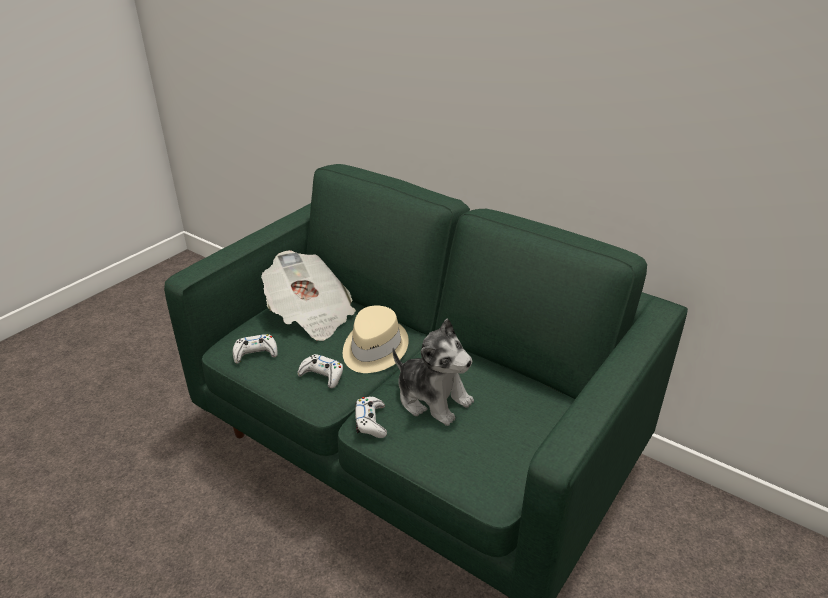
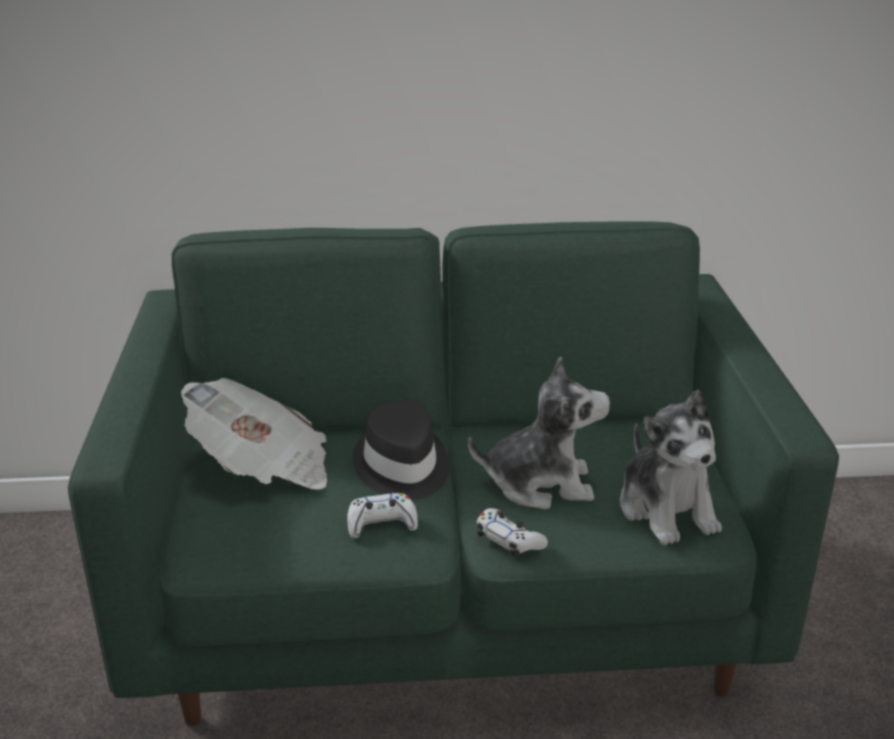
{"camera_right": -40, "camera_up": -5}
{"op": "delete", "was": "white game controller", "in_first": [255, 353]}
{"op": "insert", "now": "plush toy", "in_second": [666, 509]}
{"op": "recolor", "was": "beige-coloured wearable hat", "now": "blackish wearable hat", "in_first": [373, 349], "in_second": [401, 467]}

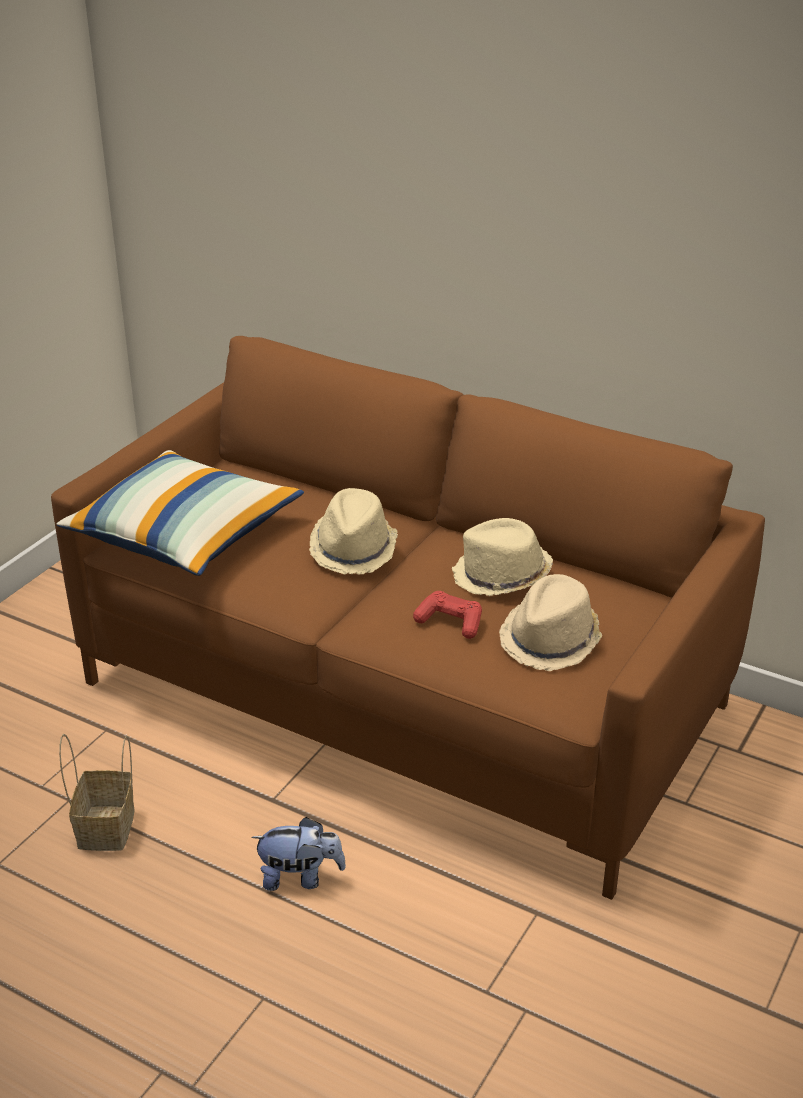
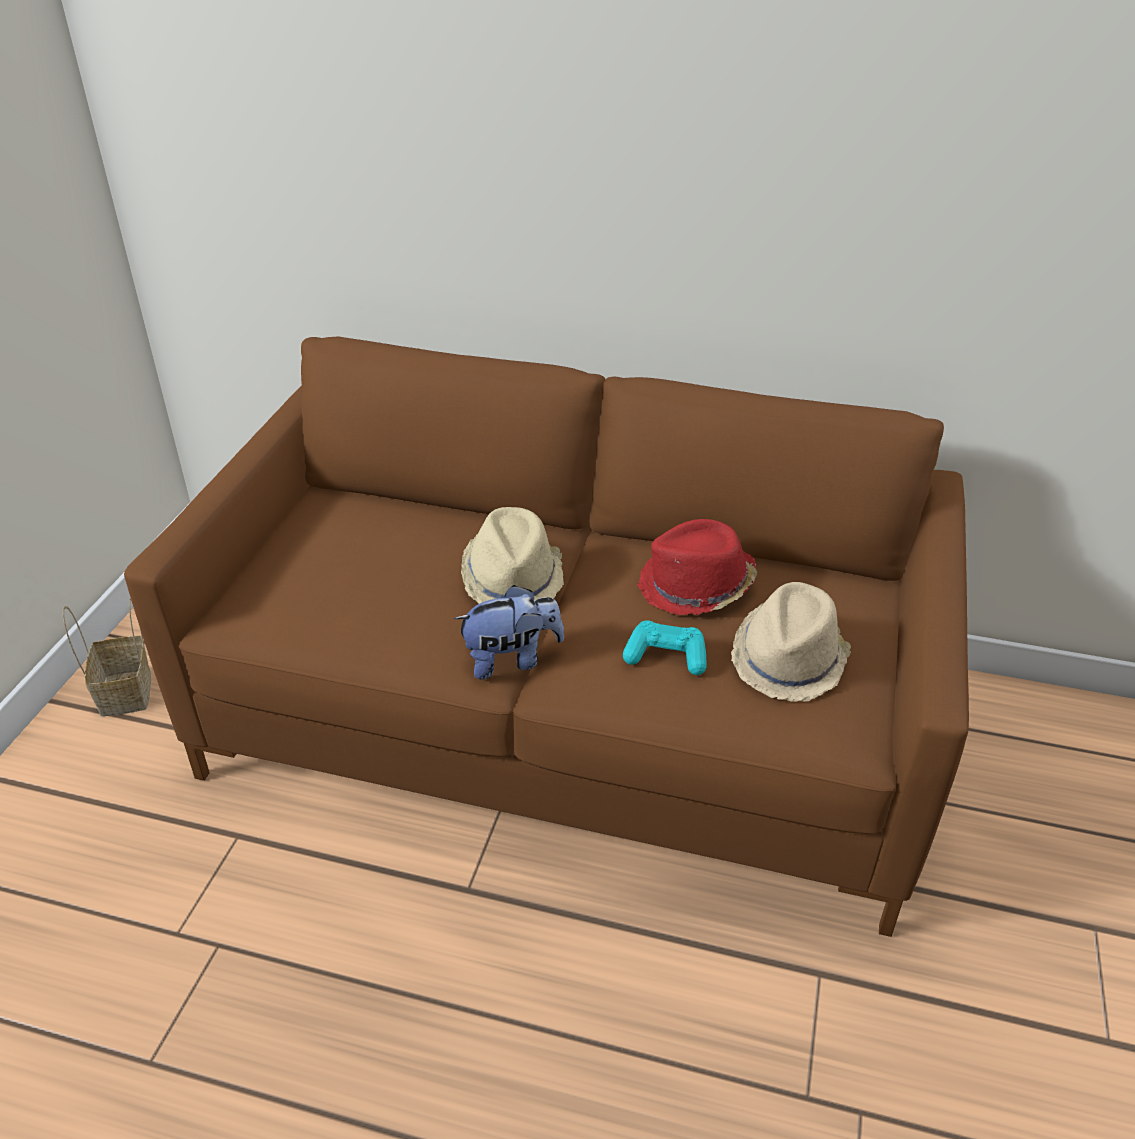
{"camera_right": -15, "camera_up": 5}
{"op": "delete", "was": "cushion", "in_first": [185, 535]}
{"op": "move", "was": "basket", "in_first": [107, 829], "in_second": [127, 694]}
{"op": "move", "was": "plush toy", "in_first": [300, 877], "in_second": [511, 659]}
{"op": "recolor", "was": "red game controller", "now": "turquoise game controller", "in_first": [450, 622], "in_second": [666, 656]}
{"op": "recolor", "was": "beige-coloured wearable hat", "now": "red wearable hat", "in_first": [501, 577], "in_second": [696, 587]}

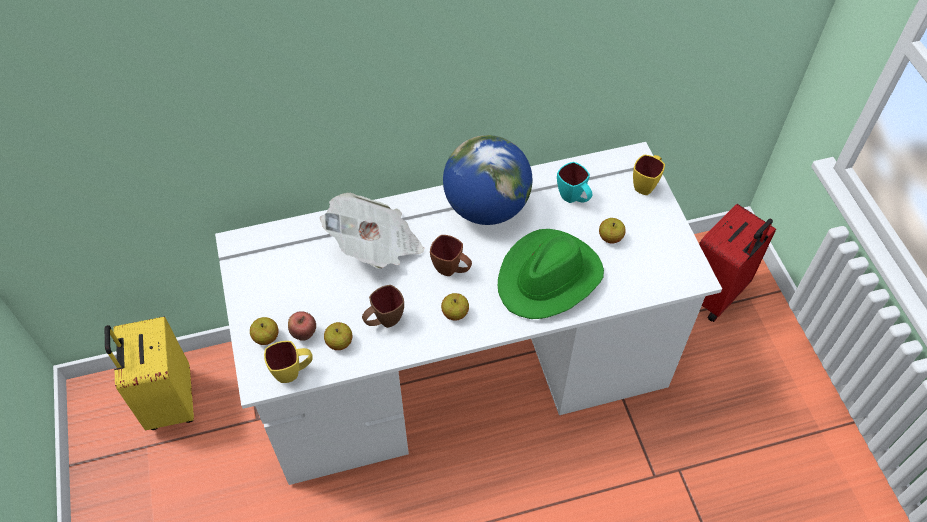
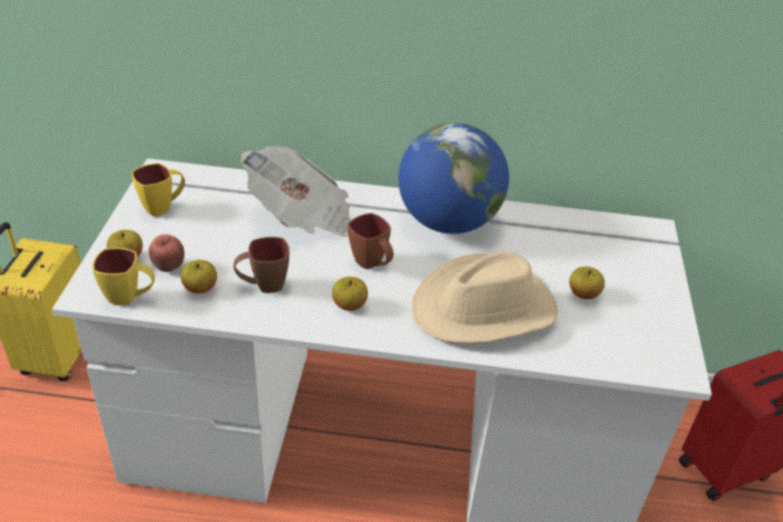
{"camera_right": 20, "camera_up": -15}
{"op": "delete", "was": "turquoise mug", "in_first": [574, 199]}
{"op": "move", "was": "yellow-coloured mug", "in_first": [646, 184], "in_second": [163, 207]}
{"op": "recolor", "was": "green wearable hat", "now": "beige-coloured wearable hat", "in_first": [549, 277], "in_second": [484, 308]}

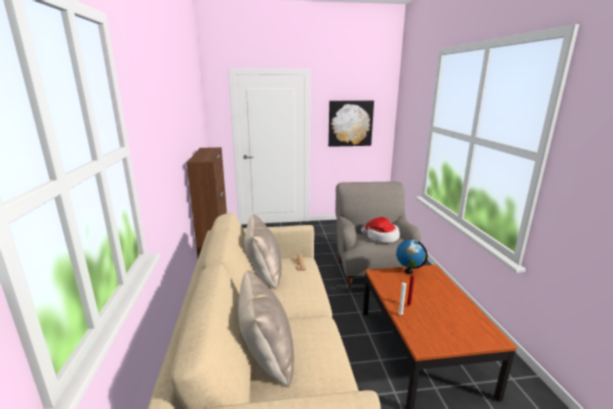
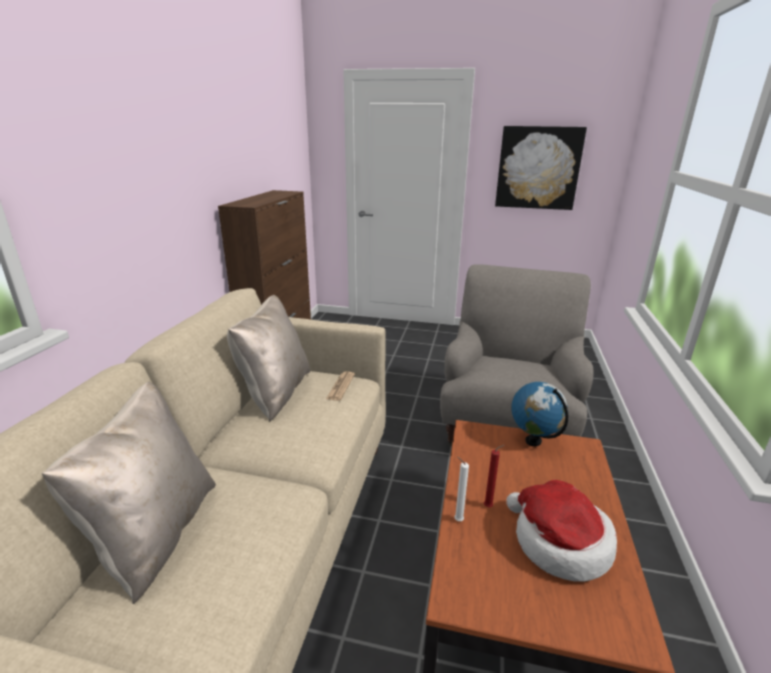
{"camera_right": 20, "camera_up": 5}
{"op": "move", "was": "wearable hat", "in_first": [381, 237], "in_second": [558, 542]}

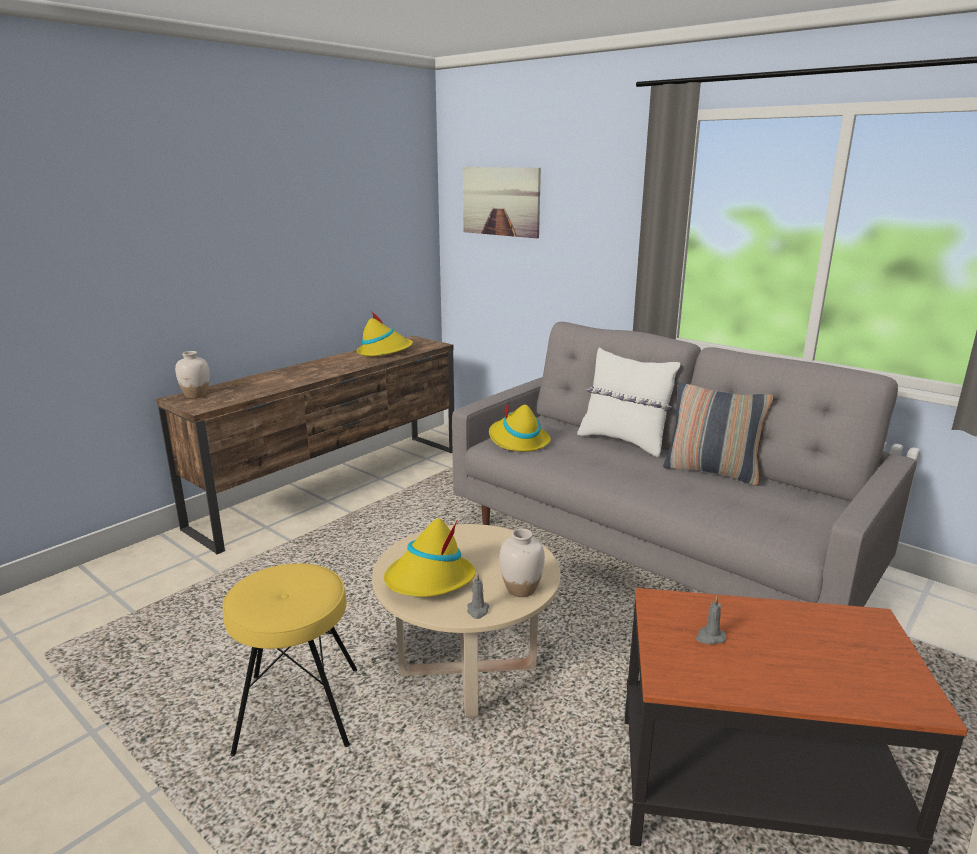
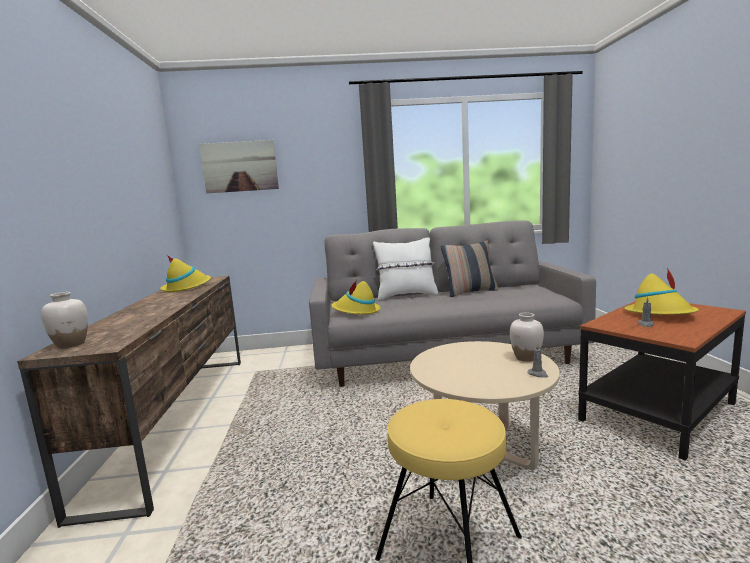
{"camera_right": -45, "camera_up": -10}
{"op": "move", "was": "yellow-coloured wearable hat", "in_first": [429, 580], "in_second": [660, 314]}

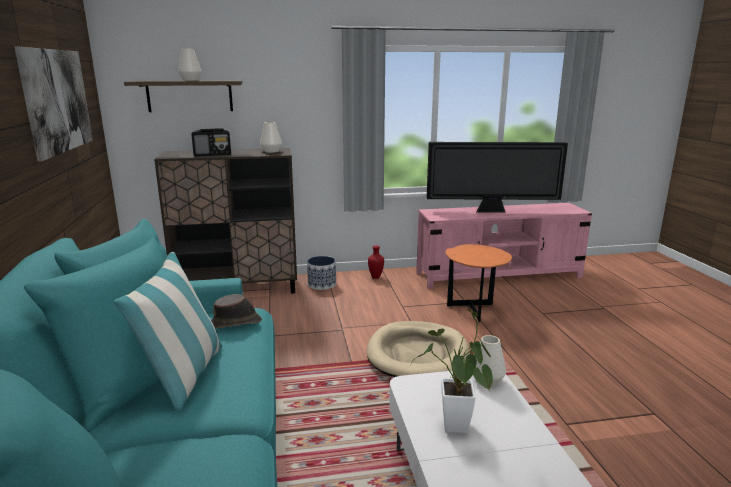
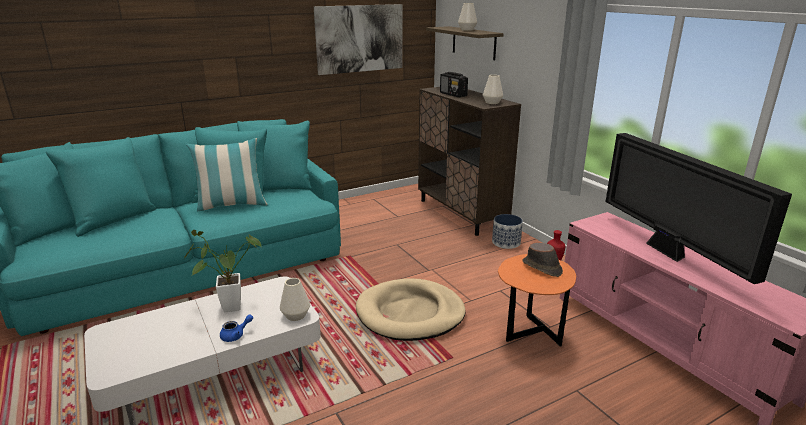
{"camera_right": 70, "camera_up": 5}
{"op": "insert", "now": "bluish pot for tea", "in_second": [236, 335]}
{"op": "move", "was": "brown wearable hat", "in_first": [236, 323], "in_second": [542, 268]}

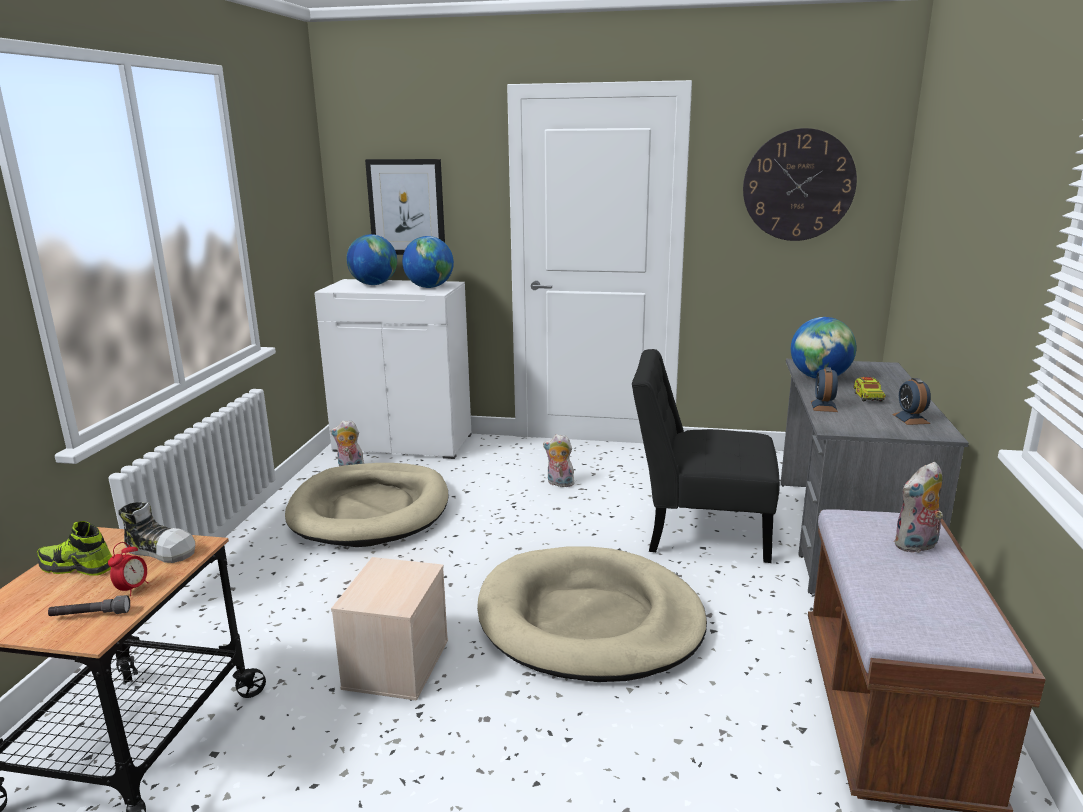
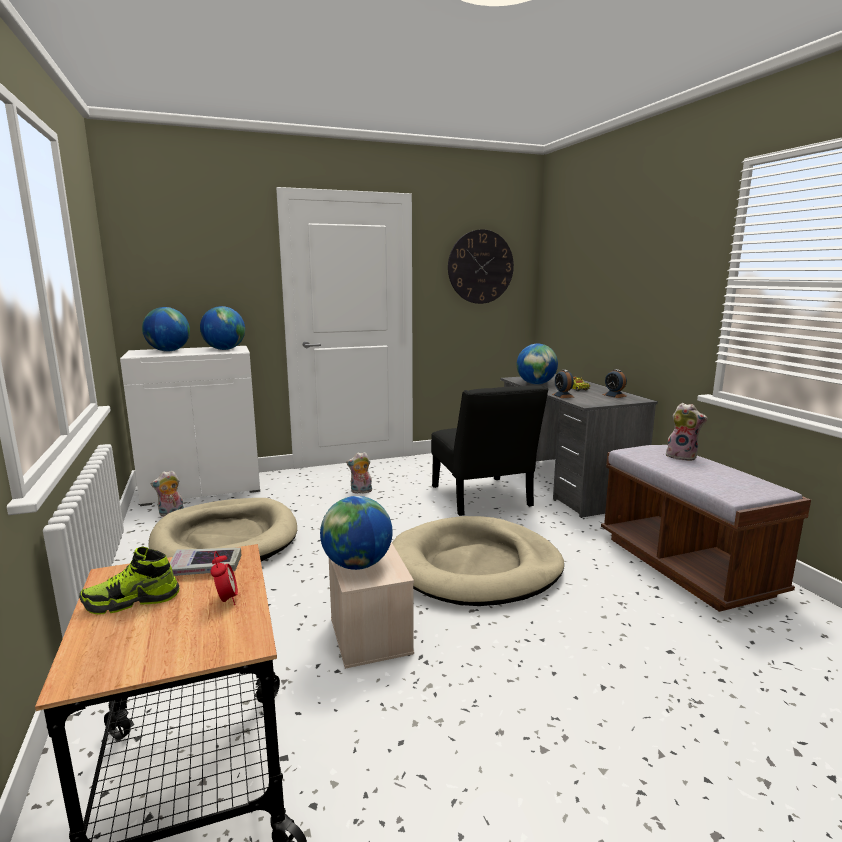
{"camera_right": -30, "camera_up": -5}
{"op": "delete", "was": "gray hand torch", "in_first": [90, 615]}
{"op": "delete", "was": "picture", "in_first": [406, 207]}
{"op": "insert", "now": "world globe", "in_second": [357, 565]}
{"op": "replace", "was": "item of footwear", "now": "volume", "in_first": [161, 550], "in_second": [205, 567]}
{"op": "rotate", "was": "blackish upright chair", "in_first": [699, 529], "in_second": [482, 498], "clockwise": -90}
{"op": "rotate", "was": "plush toy", "in_first": [916, 546], "in_second": [682, 457], "clockwise": -90}

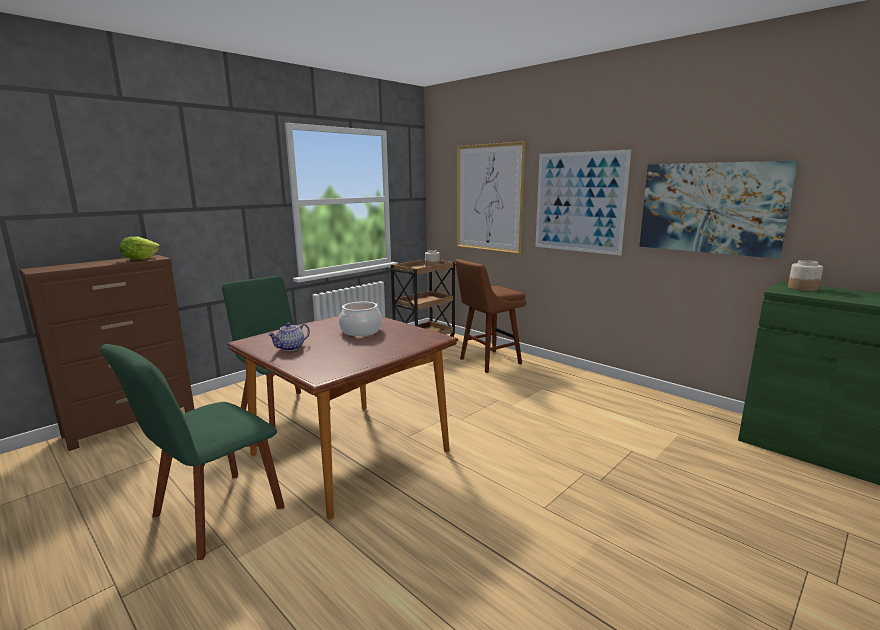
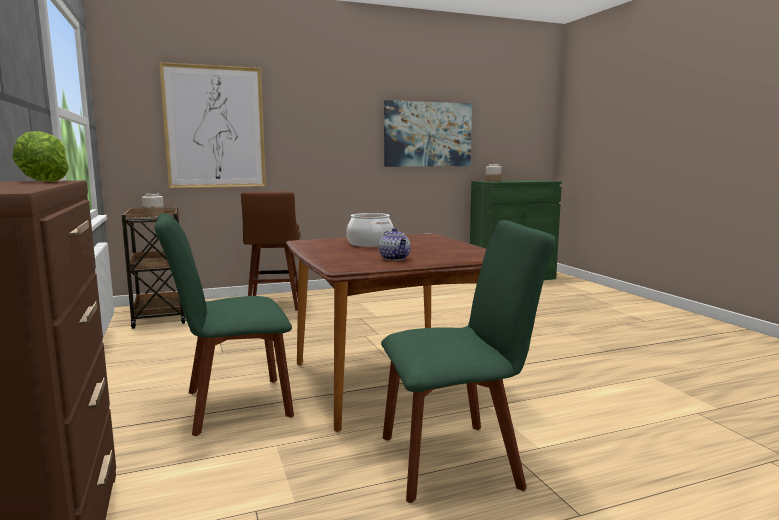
{"camera_right": -65, "camera_up": -5}
{"op": "delete", "was": "picture", "in_first": [579, 202]}
{"op": "rotate", "was": "green upright chair", "in_first": [213, 515], "in_second": [456, 459], "clockwise": -75}

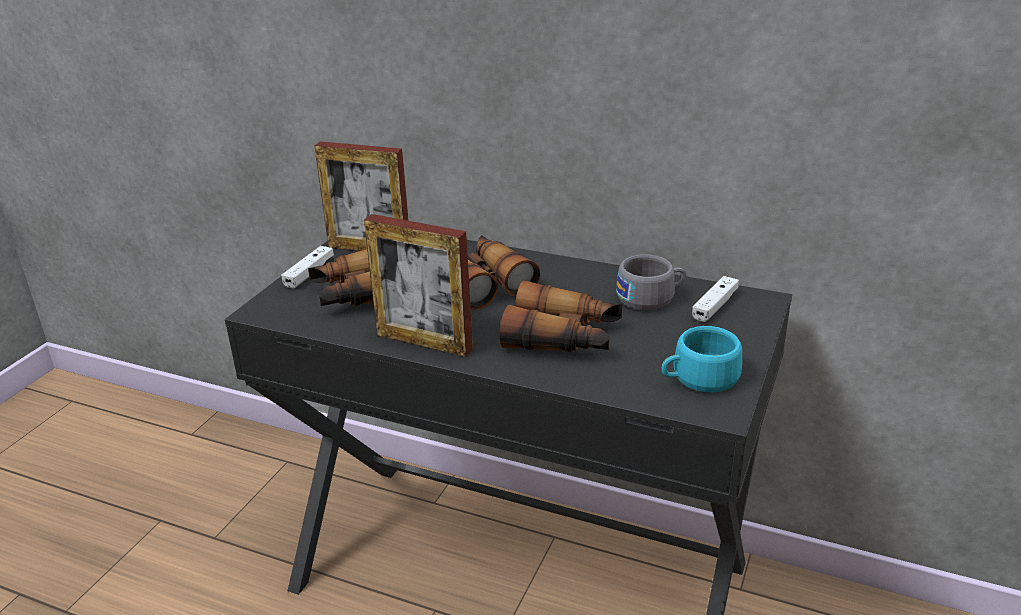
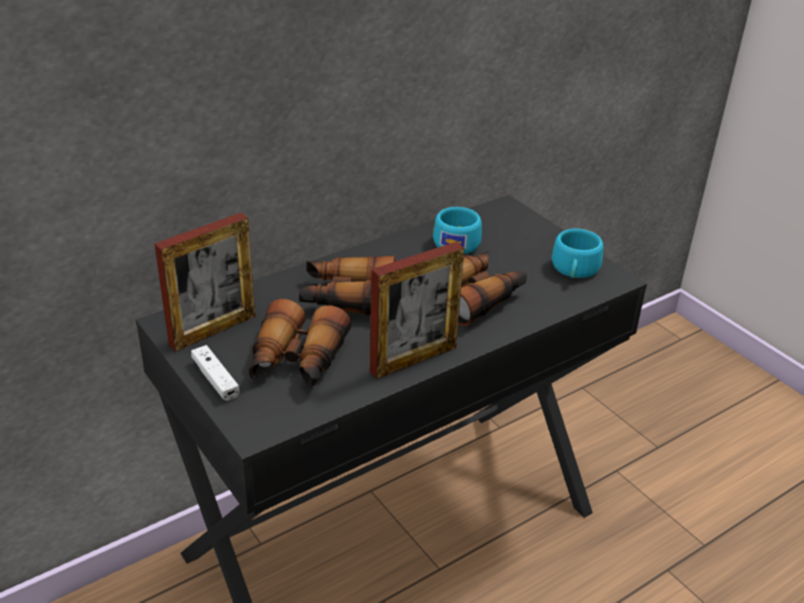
{"camera_right": -60, "camera_up": 5}
{"op": "delete", "was": "white game controller", "in_first": [715, 306]}
{"op": "recolor", "was": "gray small cup", "now": "turquoise small cup", "in_first": [651, 297], "in_second": [457, 241]}

